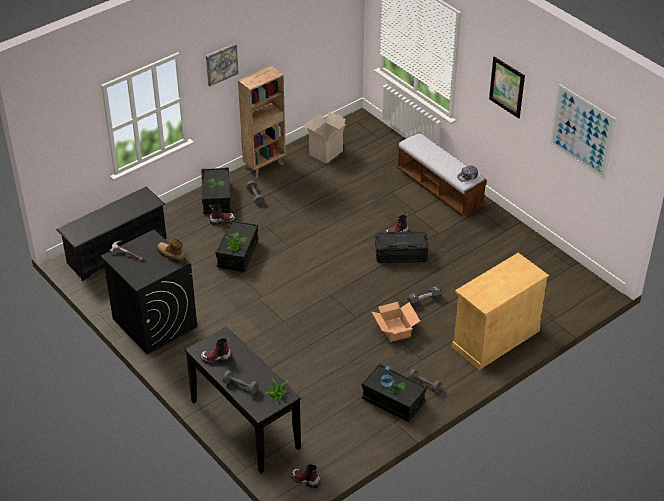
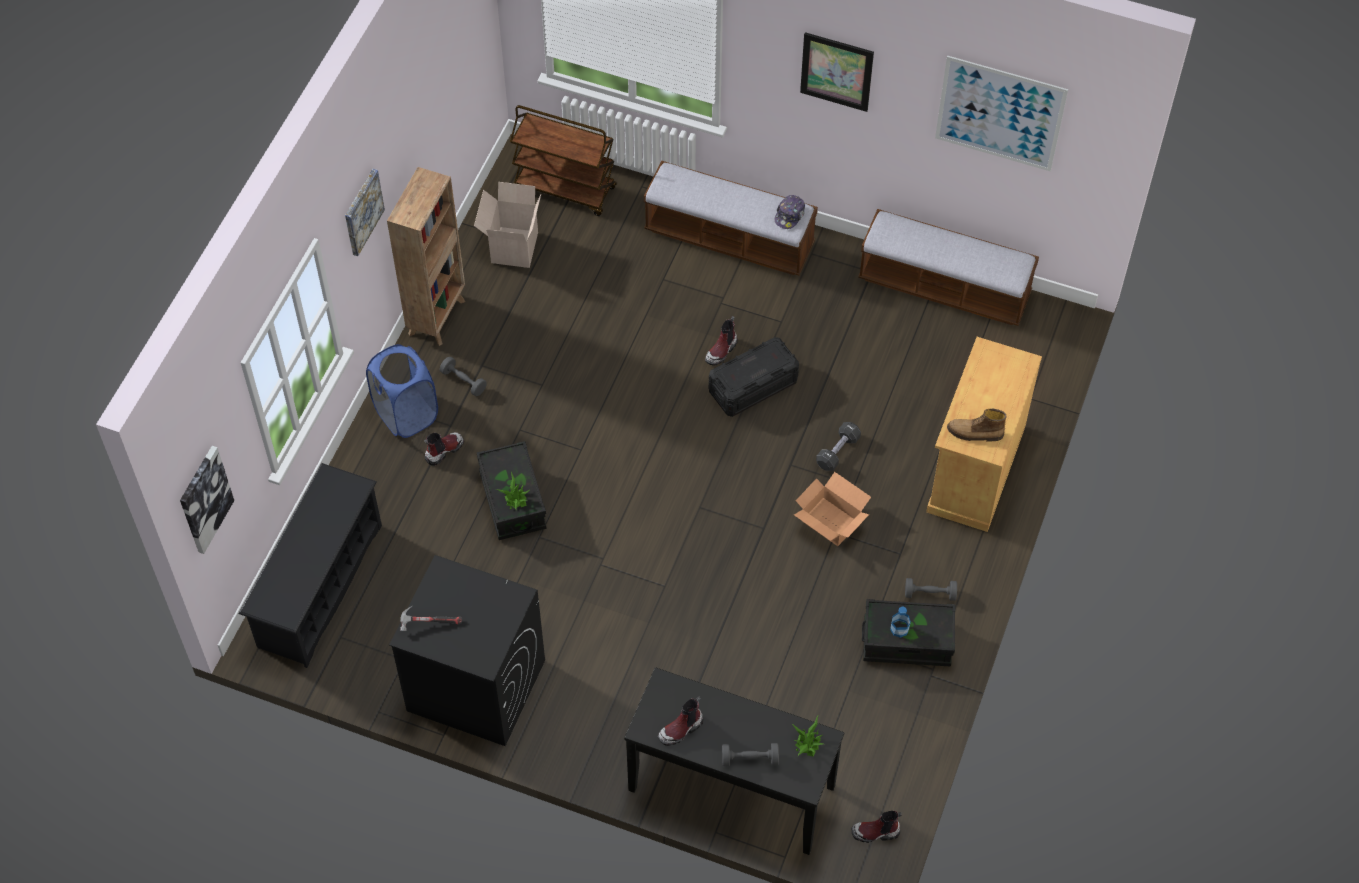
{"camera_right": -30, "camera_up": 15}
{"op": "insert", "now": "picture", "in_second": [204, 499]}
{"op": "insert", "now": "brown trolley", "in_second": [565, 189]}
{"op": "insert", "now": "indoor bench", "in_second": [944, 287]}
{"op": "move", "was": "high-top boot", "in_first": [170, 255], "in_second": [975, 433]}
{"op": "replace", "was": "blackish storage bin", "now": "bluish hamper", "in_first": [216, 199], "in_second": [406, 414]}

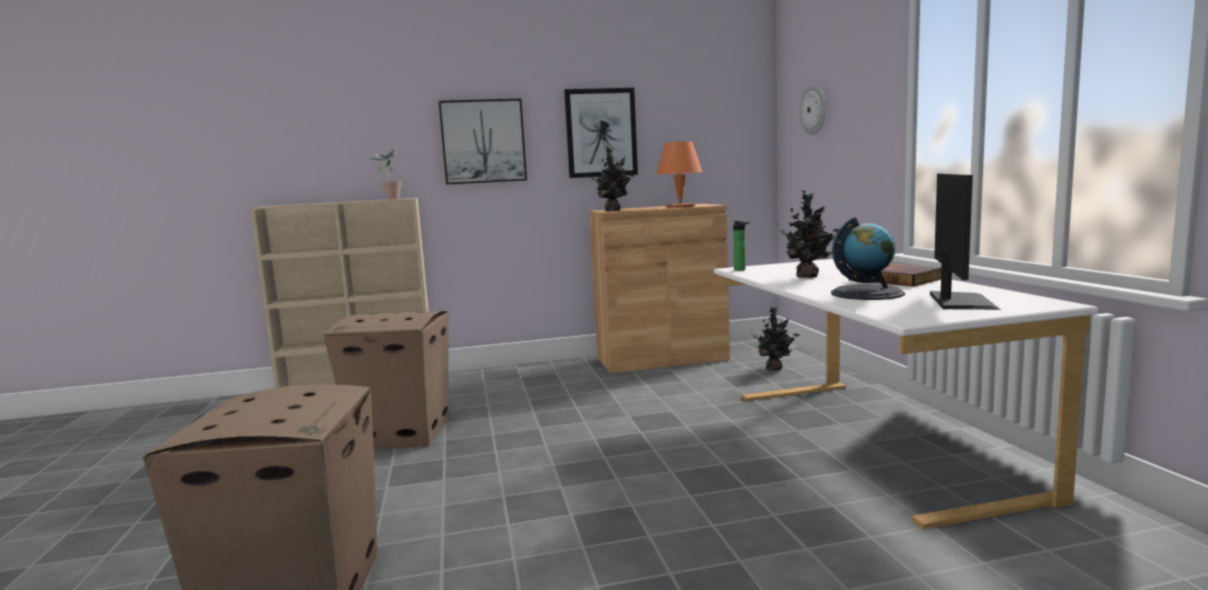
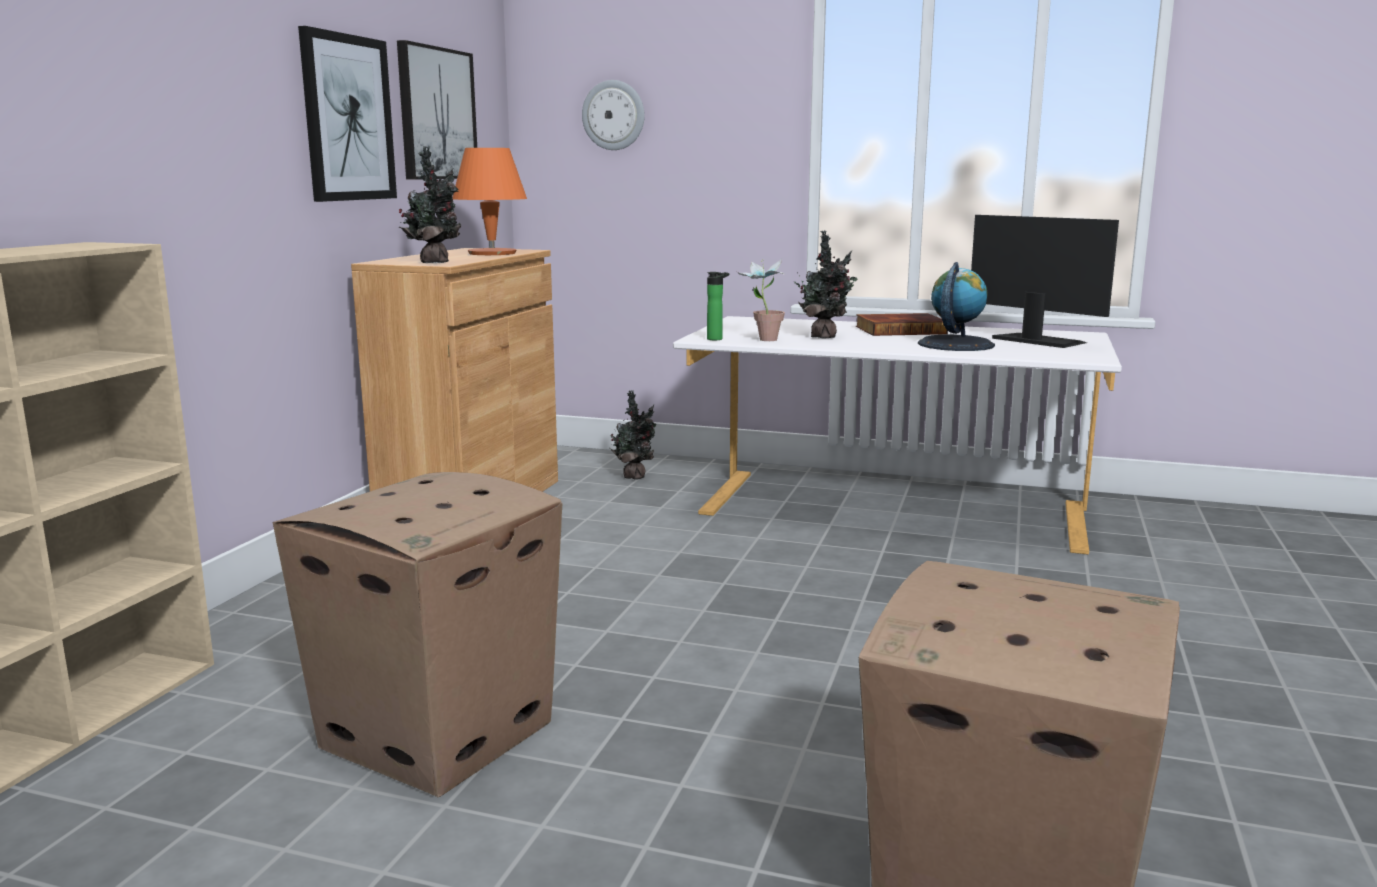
{"camera_right": -60, "camera_up": 5}
{"op": "move", "was": "potted plant", "in_first": [390, 199], "in_second": [762, 340]}
{"op": "move", "was": "picture", "in_first": [483, 141], "in_second": [436, 114]}

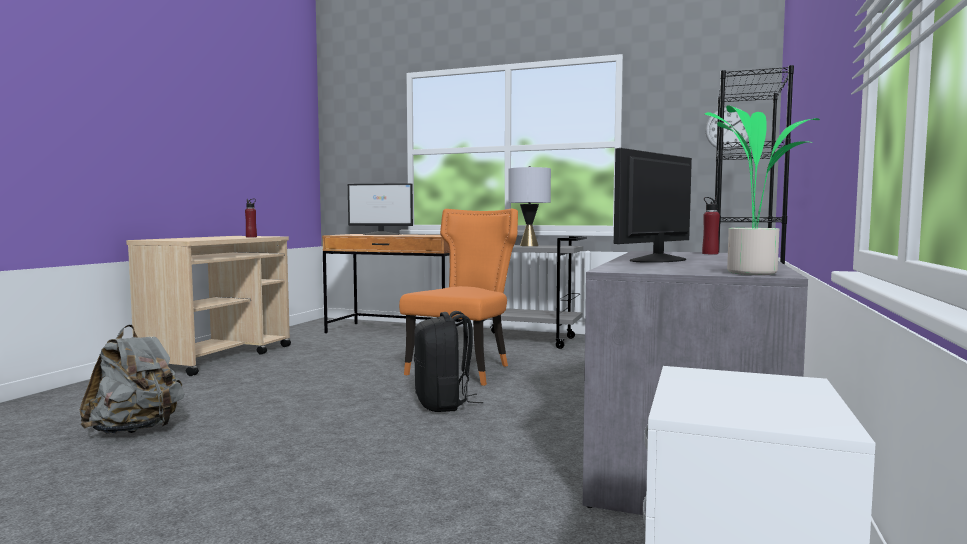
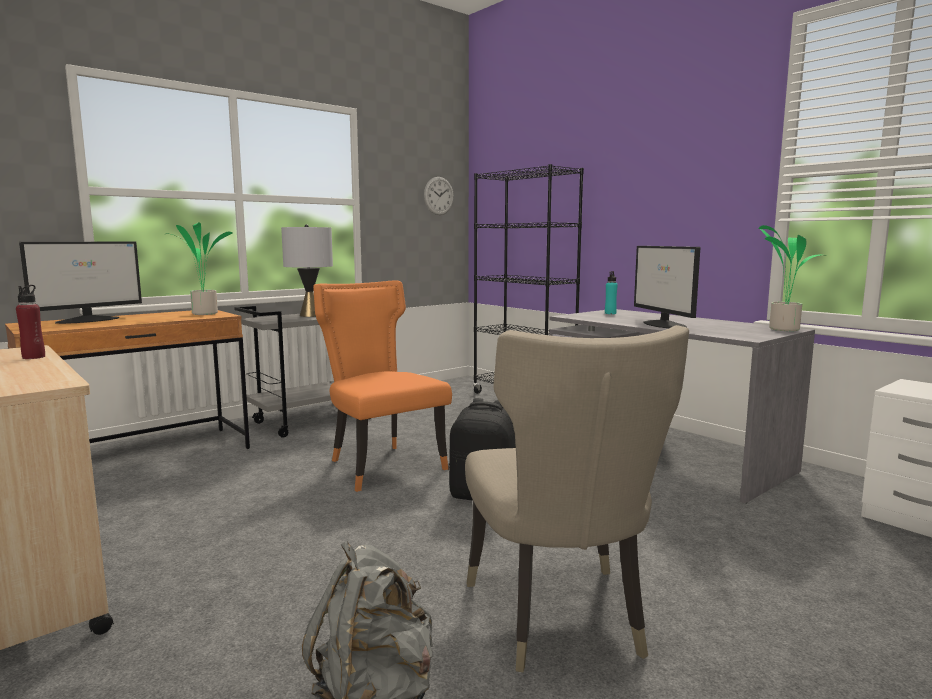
{"camera_right": -60, "camera_up": 5}
{"op": "insert", "now": "potted plant", "in_second": [203, 314]}
{"op": "insert", "now": "beige-coloured upright chair", "in_second": [559, 620]}
{"op": "recolor", "was": "red beverage bottle", "now": "turquoise beverage bottle", "in_first": [710, 254], "in_second": [610, 313]}

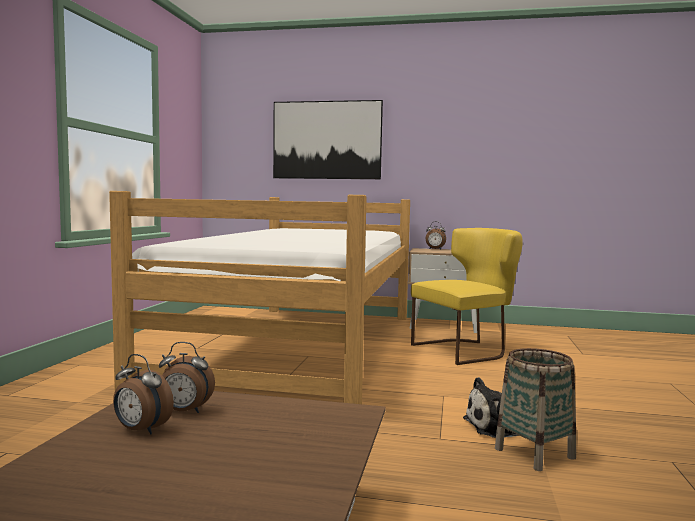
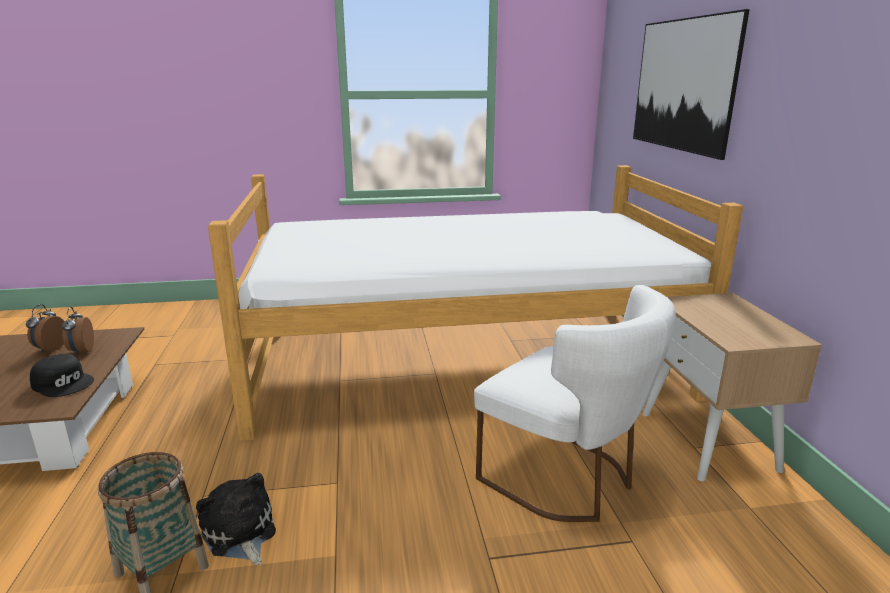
{"camera_right": 70, "camera_up": 15}
{"op": "delete", "was": "alarm clock", "in_first": [435, 249]}
{"op": "insert", "now": "blackish peaked cap", "in_second": [64, 383]}
{"op": "recolor", "was": "yellow-coloured upright chair", "now": "white upright chair", "in_first": [466, 350], "in_second": [567, 480]}

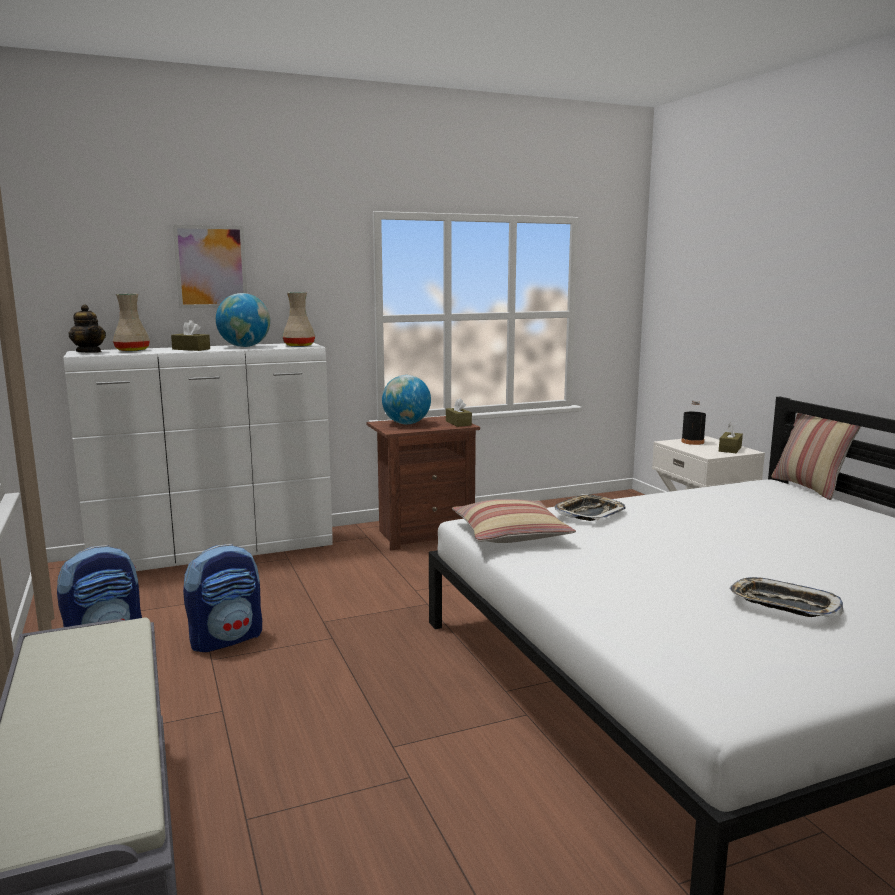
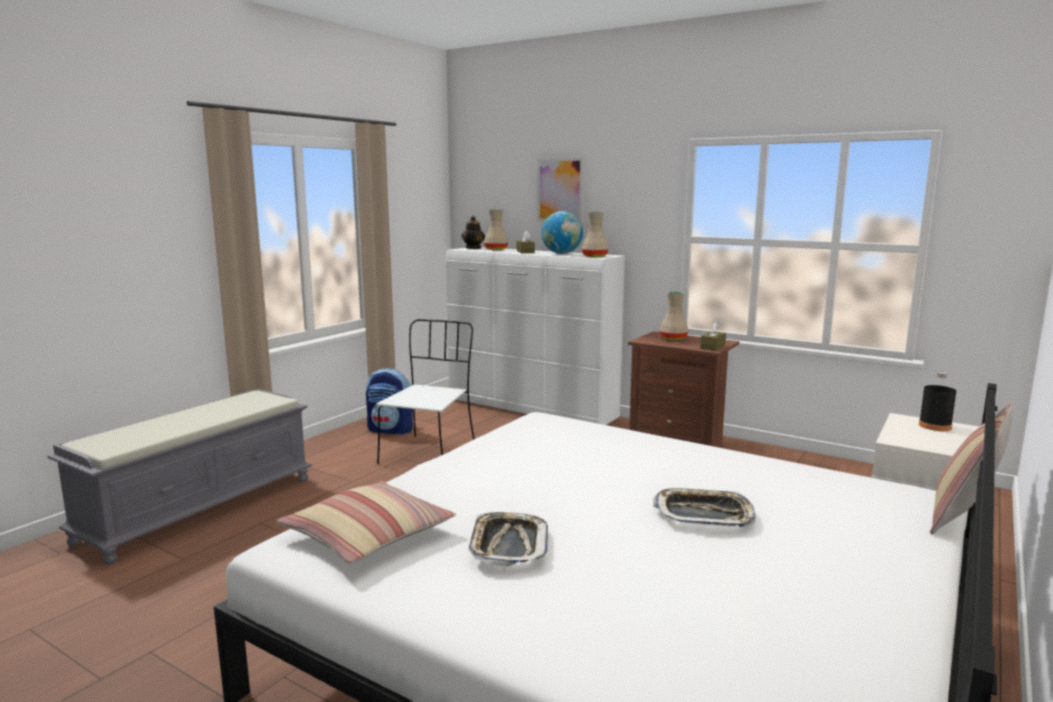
{"camera_right": 55, "camera_up": 0}
{"op": "delete", "was": "brown tissue holder", "in_first": [730, 449]}
{"op": "move", "was": "cushion", "in_first": [510, 534], "in_second": [368, 536]}
{"op": "move", "was": "carrying tray", "in_first": [589, 513], "in_second": [704, 514]}
{"op": "replace", "was": "knapsack", "now": "white upright chair", "in_first": [226, 639], "in_second": [429, 452]}
{"op": "replace", "was": "world globe", "now": "beige-coloured flower vase", "in_first": [406, 424], "in_second": [672, 338]}

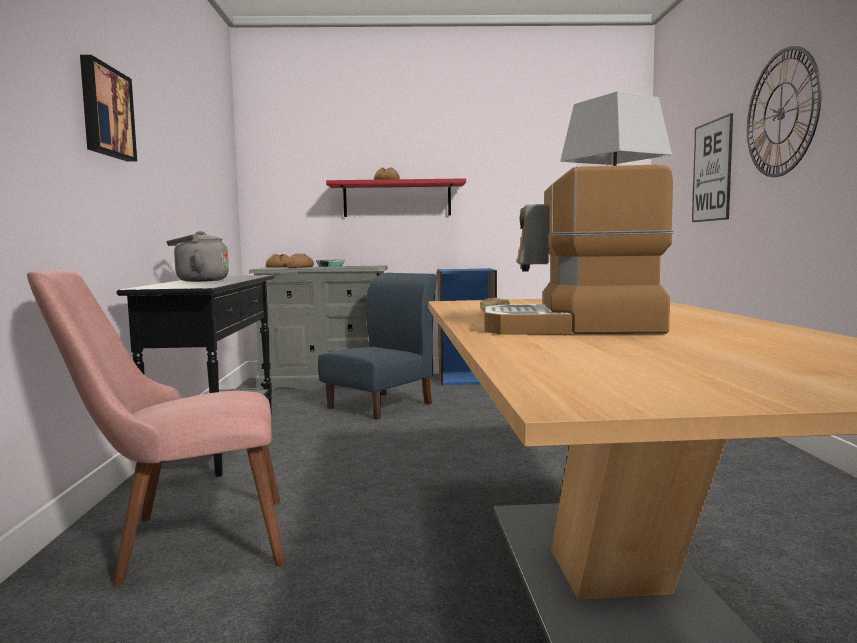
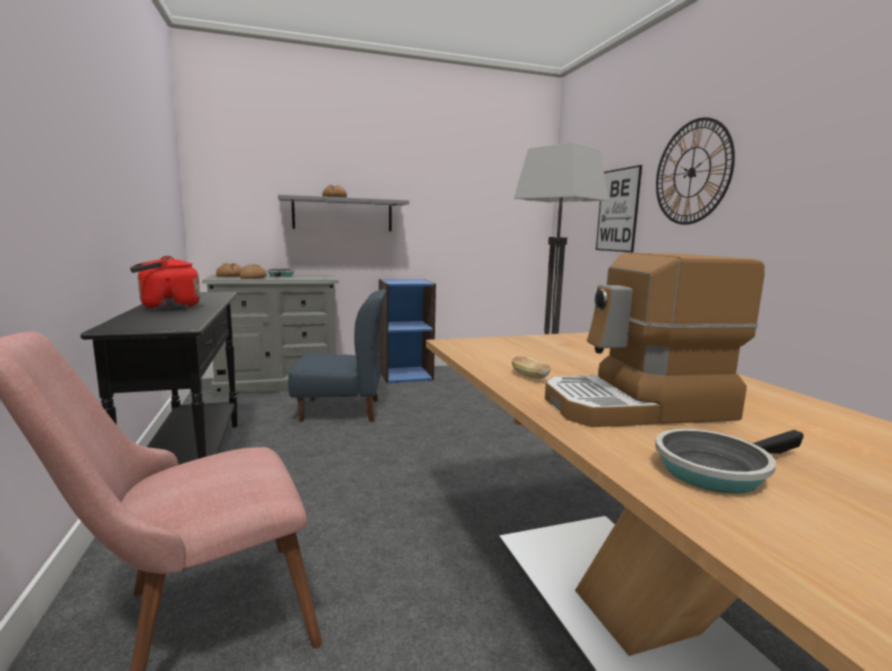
{"camera_right": -15, "camera_up": 5}
{"op": "delete", "was": "picture", "in_first": [105, 112]}
{"op": "insert", "now": "skillet", "in_second": [716, 469]}
{"op": "recolor", "was": "gray kettle", "now": "red kettle", "in_first": [198, 281], "in_second": [166, 308]}
{"op": "recolor", "was": "red bracket shelf", "now": "gray bracket shelf", "in_first": [397, 199], "in_second": [343, 214]}
{"op": "rotate", "was": "bluish upright chair", "in_first": [381, 405], "in_second": [341, 410], "clockwise": 60}

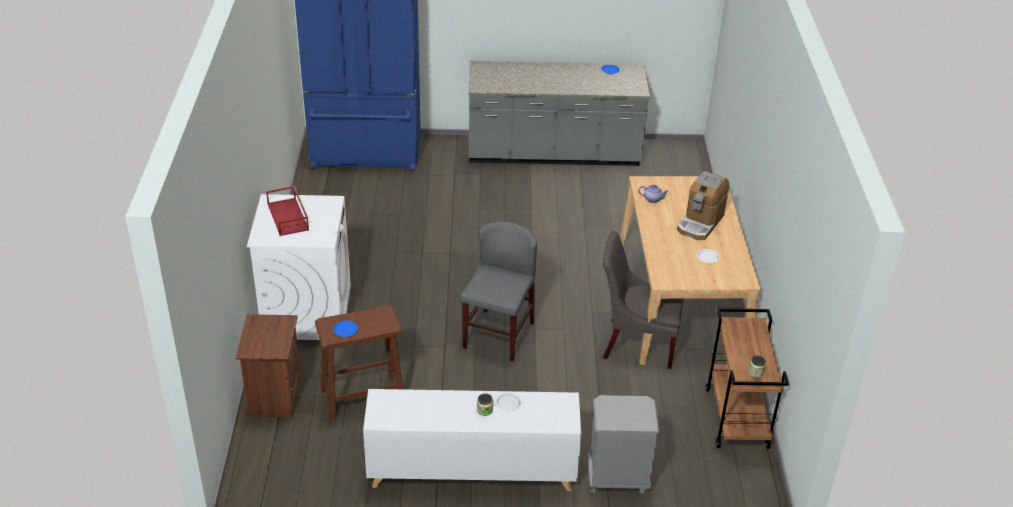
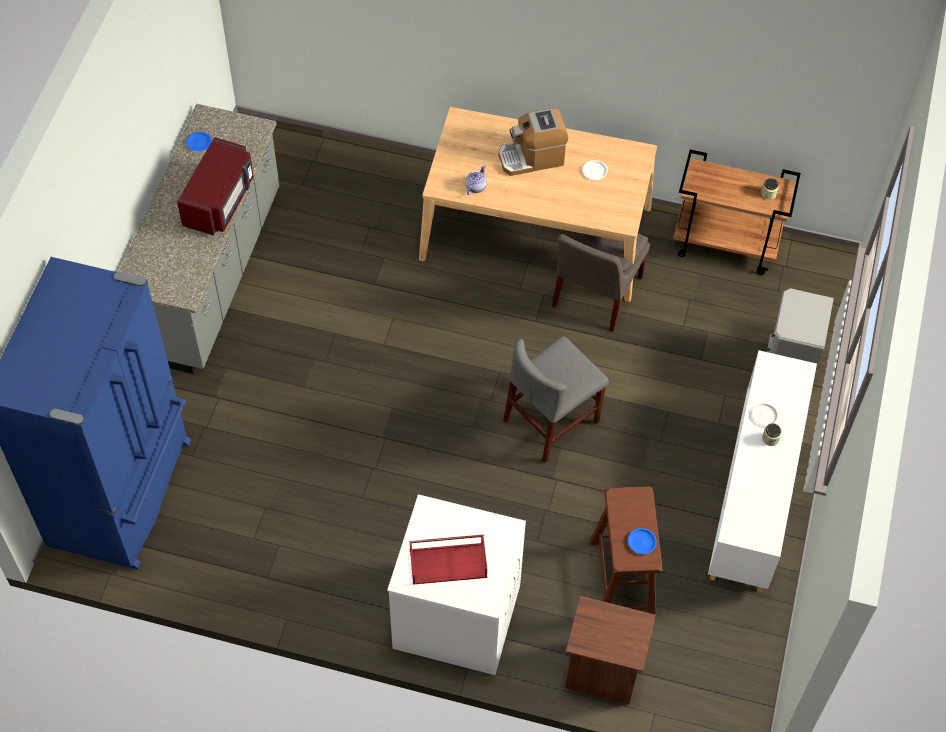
{"camera_right": -75, "camera_up": 20}
{"op": "insert", "now": "red kitchen microwave", "in_second": [220, 201]}
{"op": "rotate", "was": "gray upright chair", "in_first": [498, 335], "in_second": [551, 421], "clockwise": -75}
{"op": "rotate", "was": "coffee machine", "in_first": [700, 223], "in_second": [532, 157], "clockwise": 120}

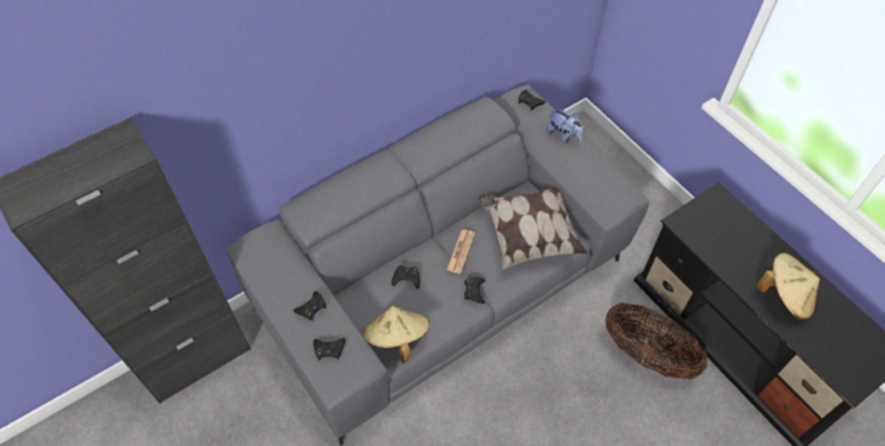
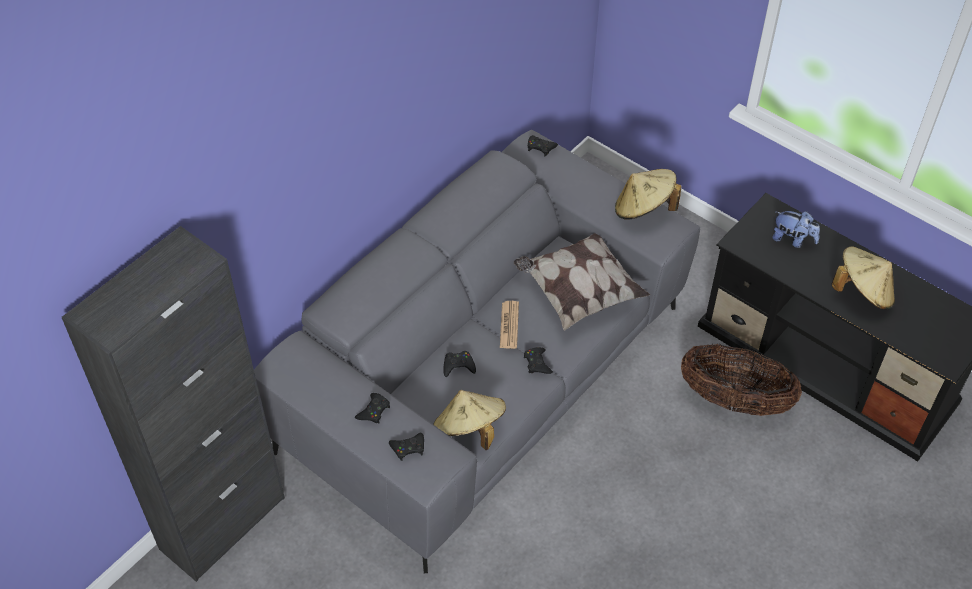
{"camera_right": -15, "camera_up": -5}
{"op": "insert", "now": "beige-coloured wearable hat", "in_second": [644, 209]}
{"op": "move", "was": "plush toy", "in_first": [563, 136], "in_second": [793, 239]}

